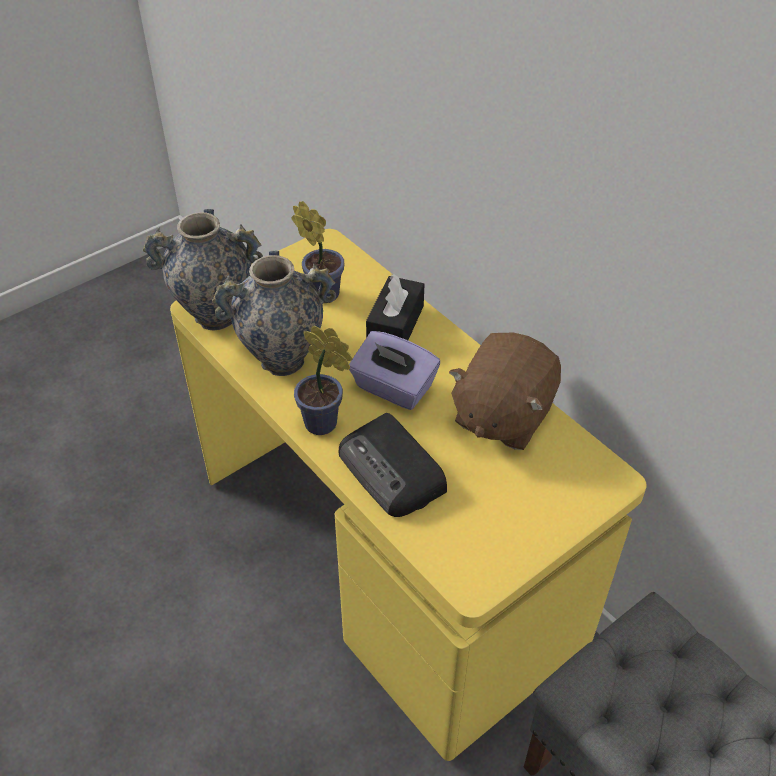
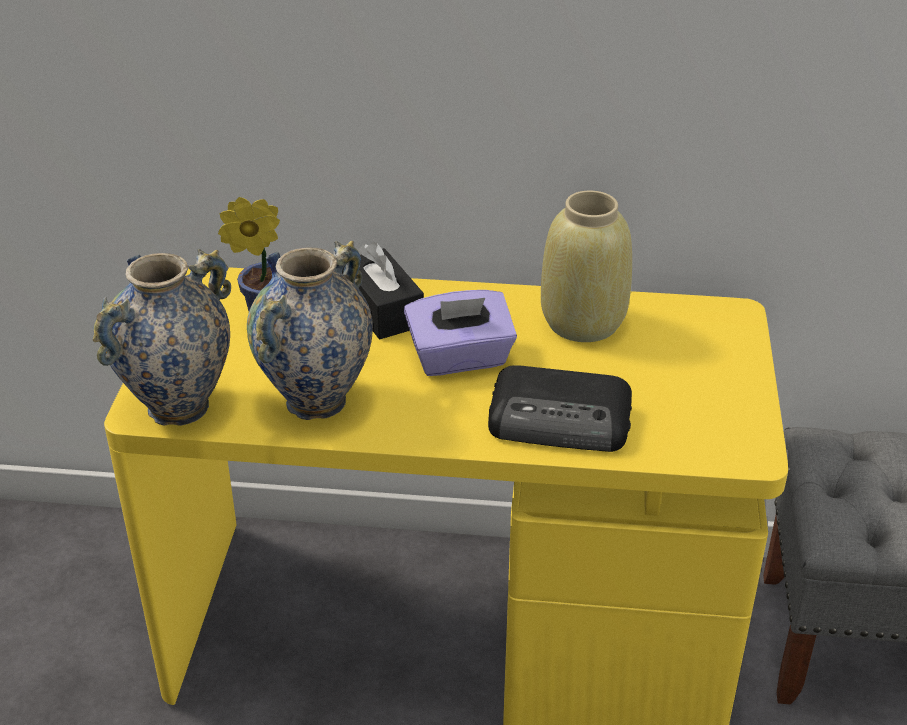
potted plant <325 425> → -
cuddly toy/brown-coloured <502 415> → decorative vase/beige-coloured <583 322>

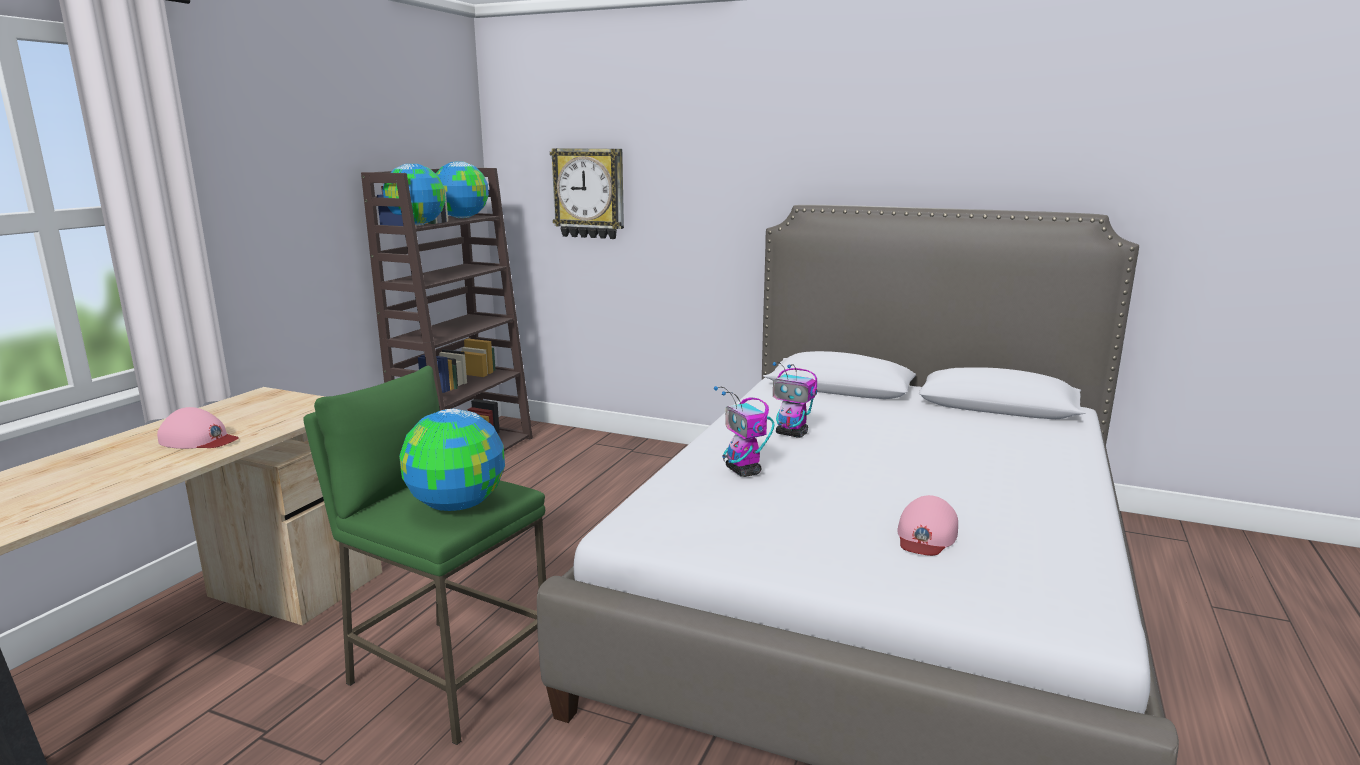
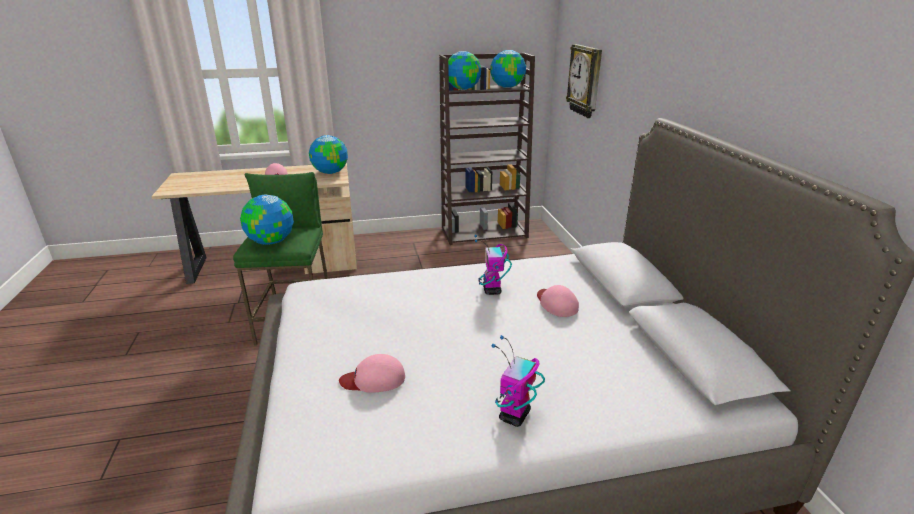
- → world globe <330 172>
- → peaked cap/pinkish <556 303>
toy robot <743 471> → toy robot <514 416>, moved

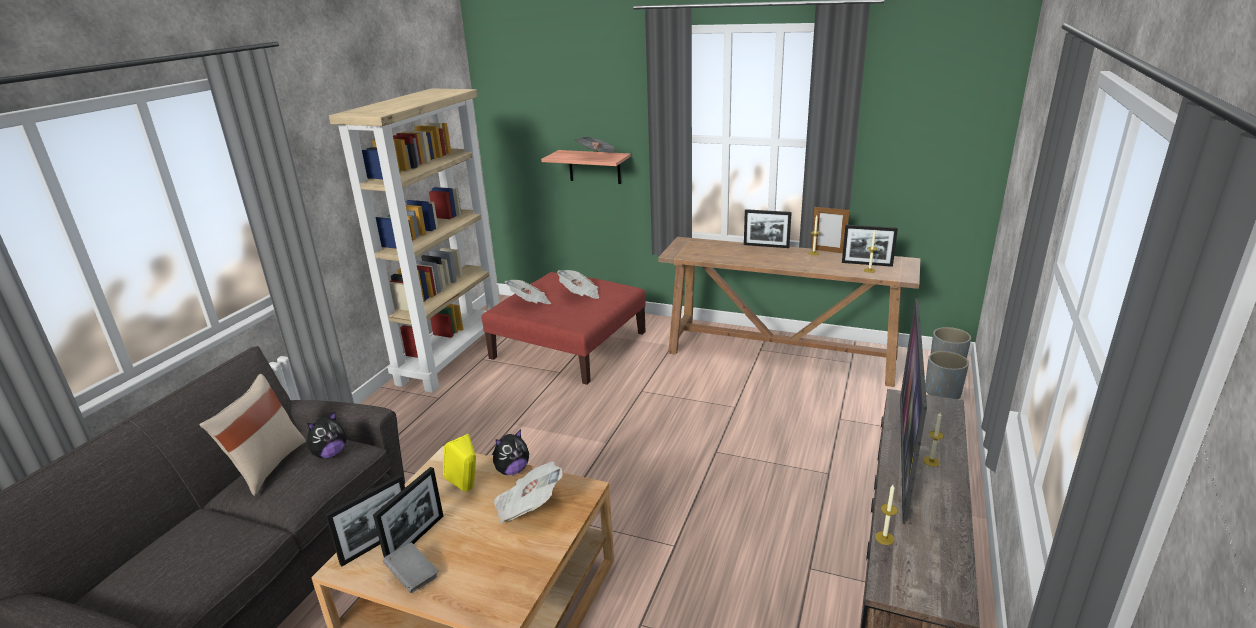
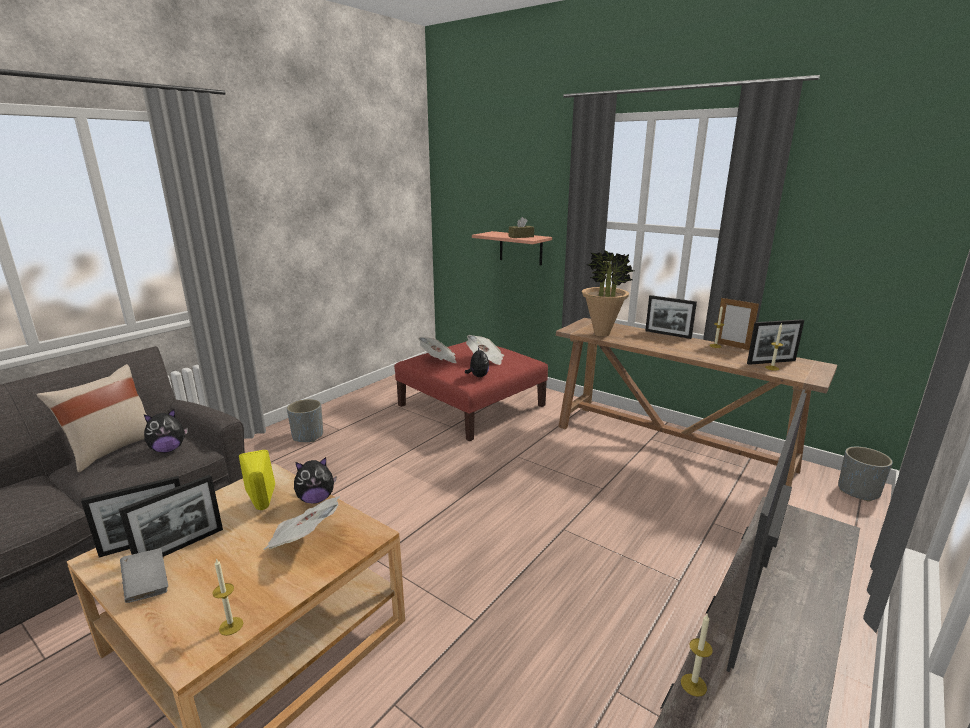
shelving unit/beige-coloured <452 356> → -
- → cuddly toy <478 376>
- → potted plant <602 334>
wax light <931 461> → wax light <231 626>, moved
flower pot/greyish <942 393> → flower pot/greyish <308 436>, moved
daily paper <598 157> → tissue box/brown-coloured <521 236>
standing frame <867 264> → standing frame <771 362>, 45 degrees counterclockwise

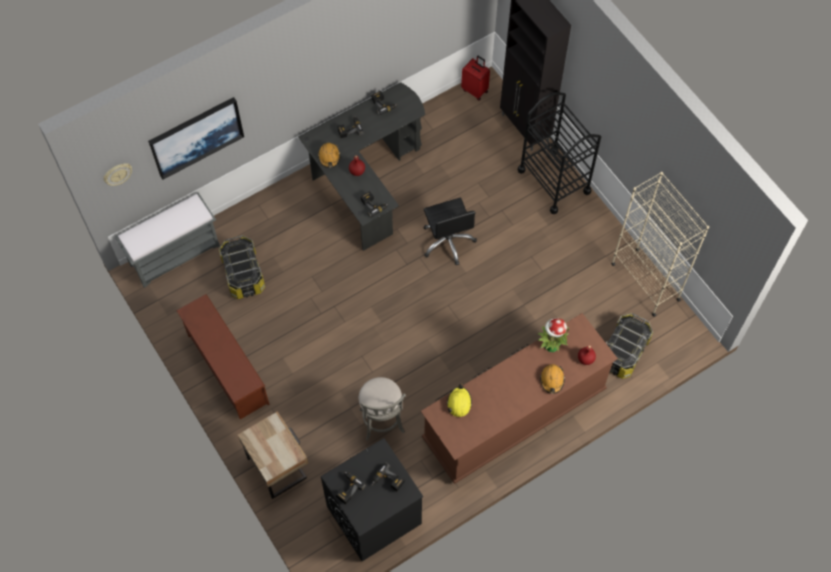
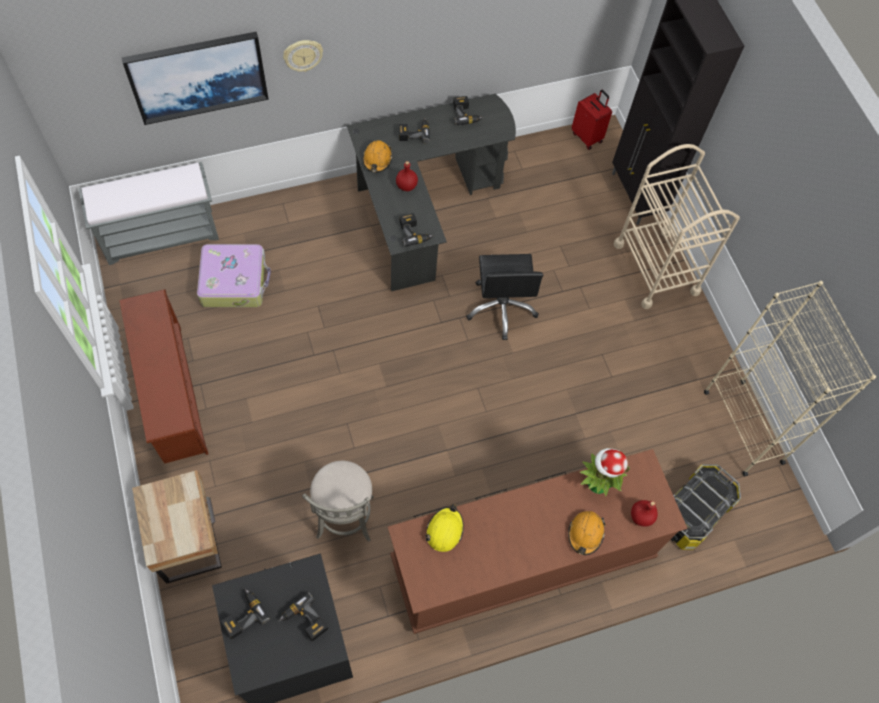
wall clock <117 174> → wall clock <303 55>, moved
storage box <243 274> → piece of luggage <234 281>
cart/blackish <554 181> → cart/beige-coloured <656 268>

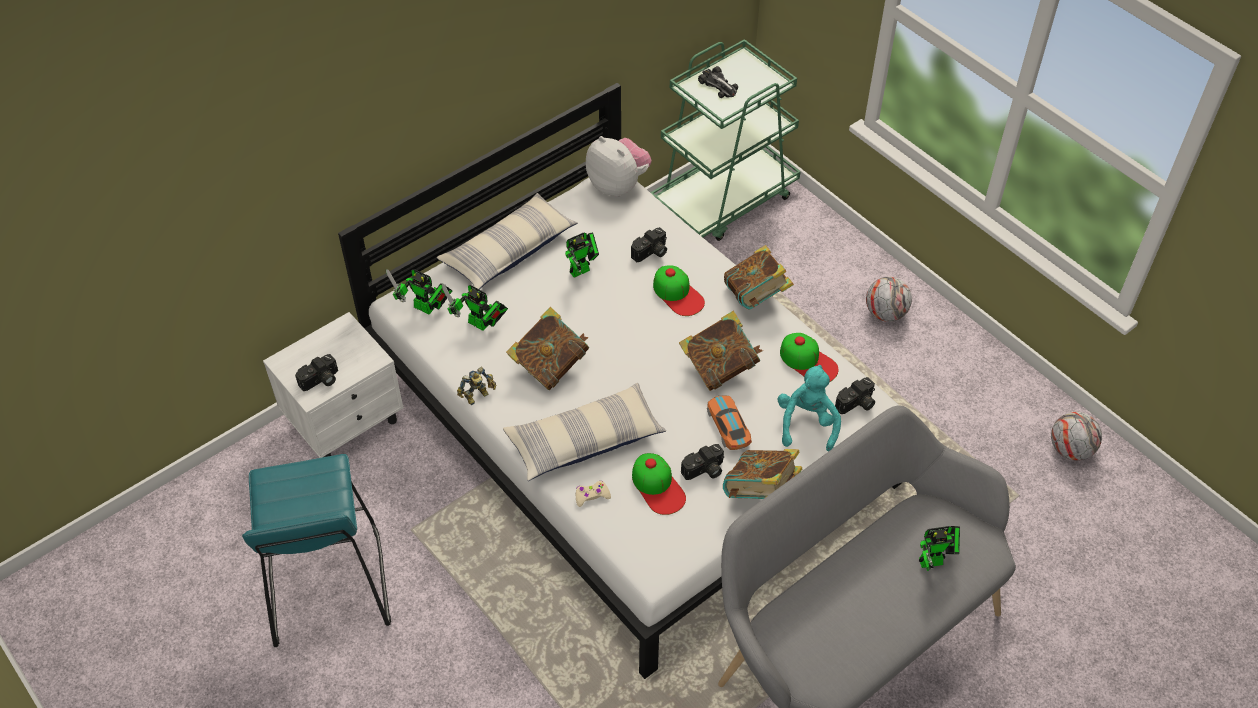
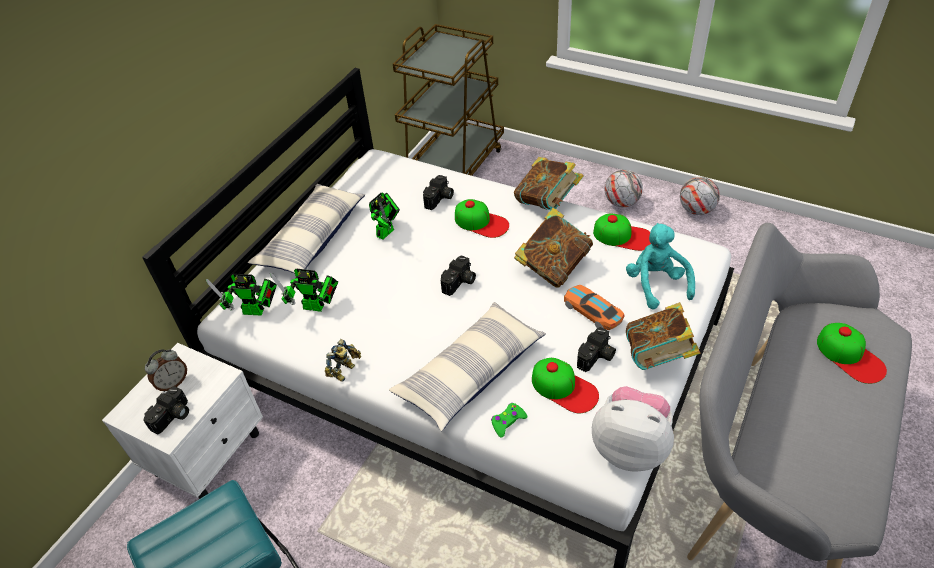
bound book <550 365> → -
miniature car <718 85> → -
- → alarm clock <173 383>
cuddly toy <618 185> → cuddly toy <630 447>, moved
still camera <856 404> → still camera <460 283>, moved
football <1070 449> → football <696 210>, moved
toy robot <934 561> → peaked cap <850 356>
gamepad/beige-coloured <591 496> → gamepad/greenish <507 422>
cart/greenish <725 199> → cart/brown-coloured <453 166>

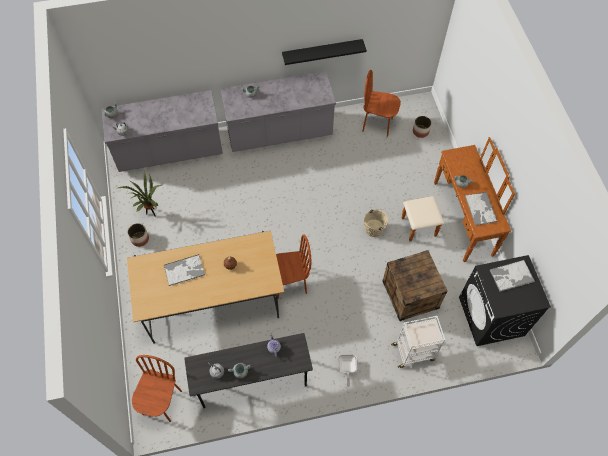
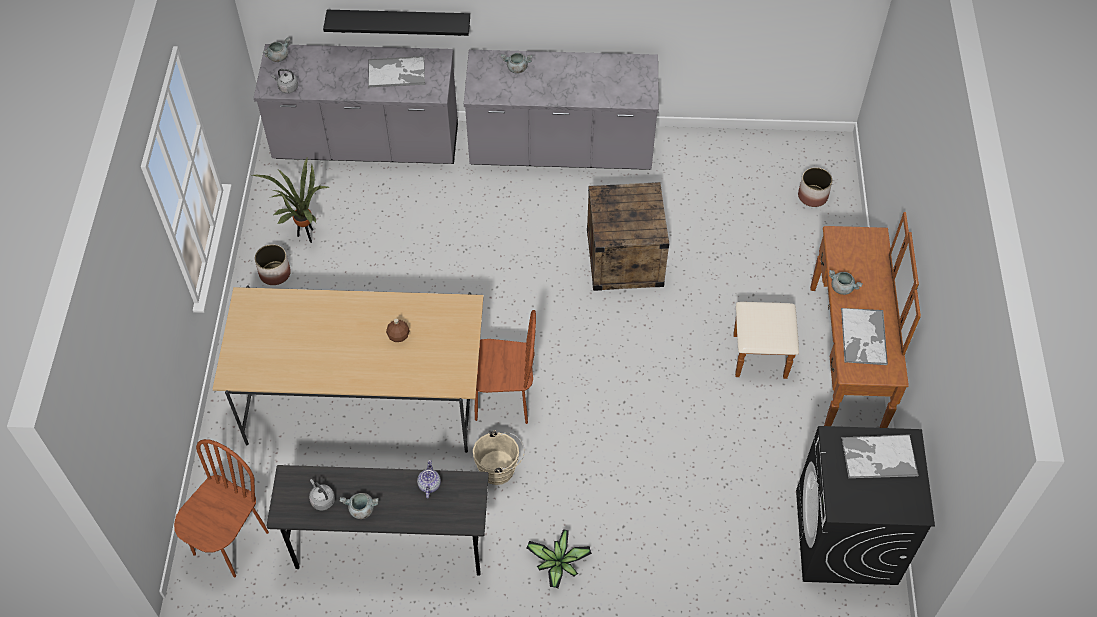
upright chair/brown-coloured <377 124> → -
cart/whitish <414 352> → -
tray <184 270> → tray <397 72>, moved
bracket shelf/blackish <322 51> → bracket shelf/blackish <399 22>, moved
pail/beige-coloured <375 229> → pail/beige-coloured <500 469>, moved
packing crate <410 294> → packing crate <624 258>, moved
frying pan <346 368> → potted plant <558 563>

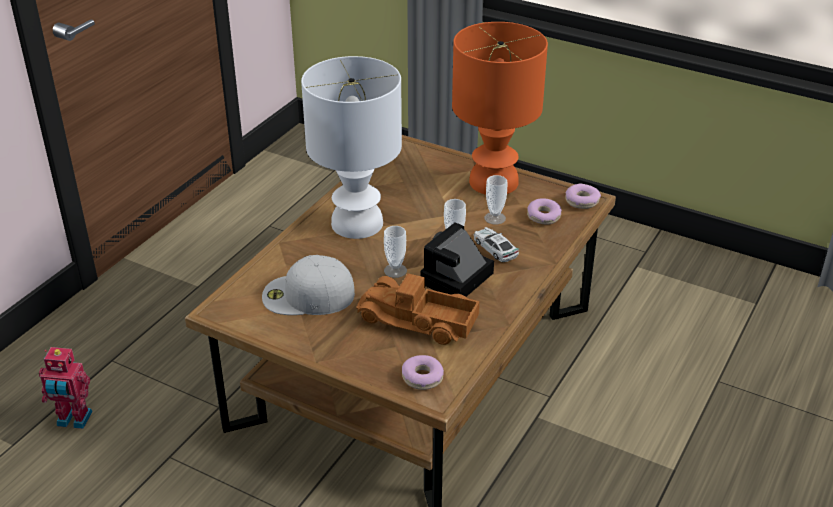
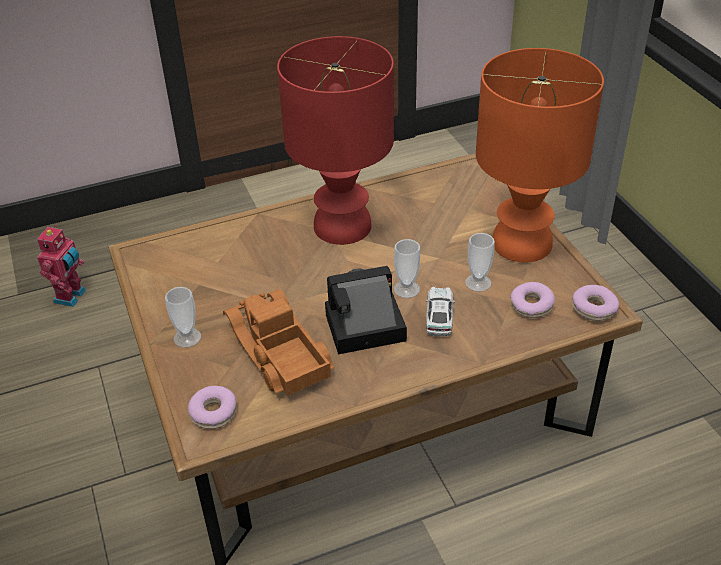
peaked cap/whitish <307 295> → -
small cup <395 270> → small cup <187 337>, moved
lamp for a table/whitish <356 223> → lamp for a table/red-coloured <342 225>
toy robot <73 420> → toy robot <71 297>, 120 degrees counterclockwise

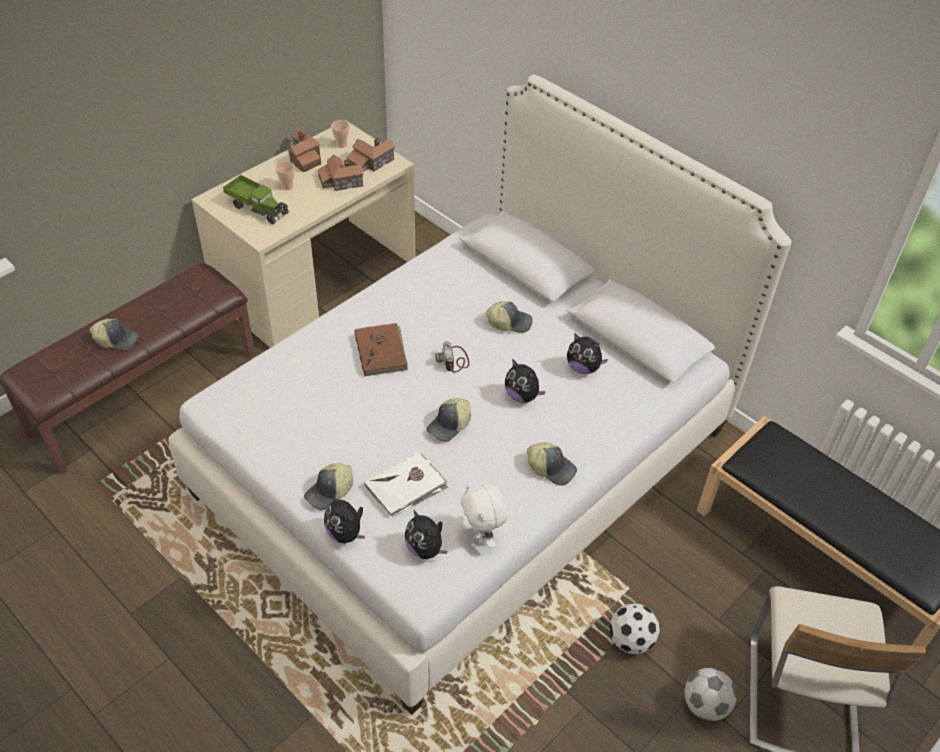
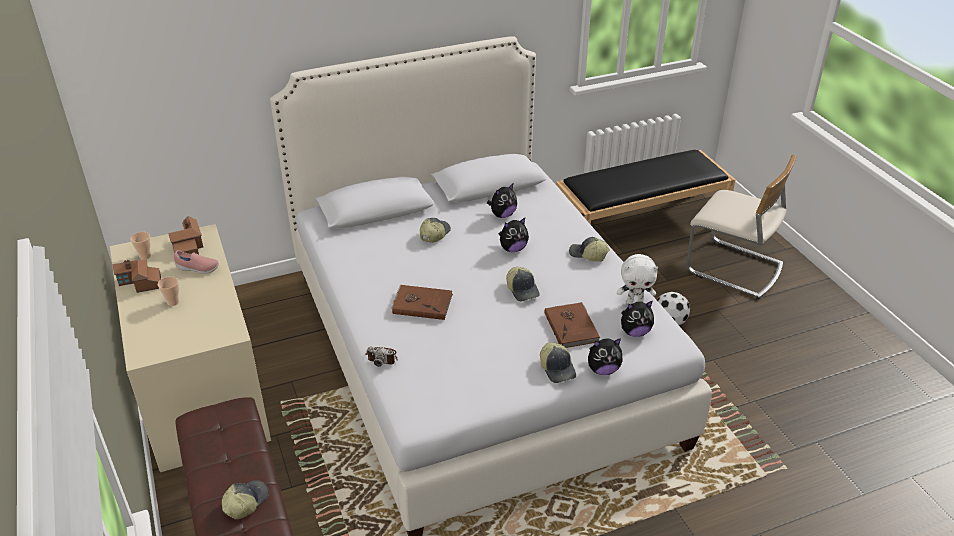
toy truck <258 207> → -
football <705 705> → -
still camera <454 360> → still camera <382 357>, moved
miniature house <340 181> → low shoe/pinkish <197 269>
bound book/whitish <406 487> → bound book/brown-coloured <572 327>
peaked cap <551 468> → peaked cap <588 255>, 120 degrees counterclockwise

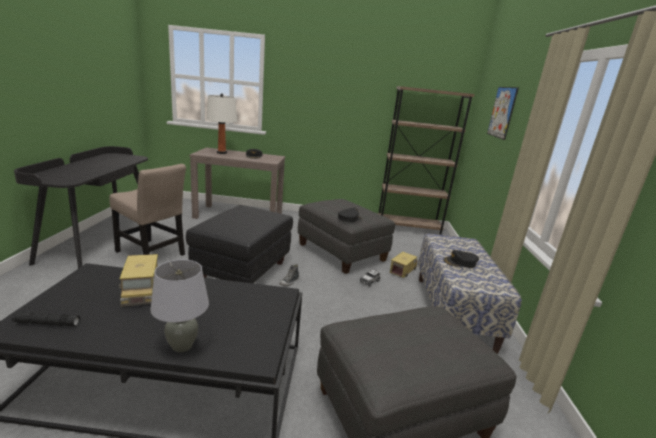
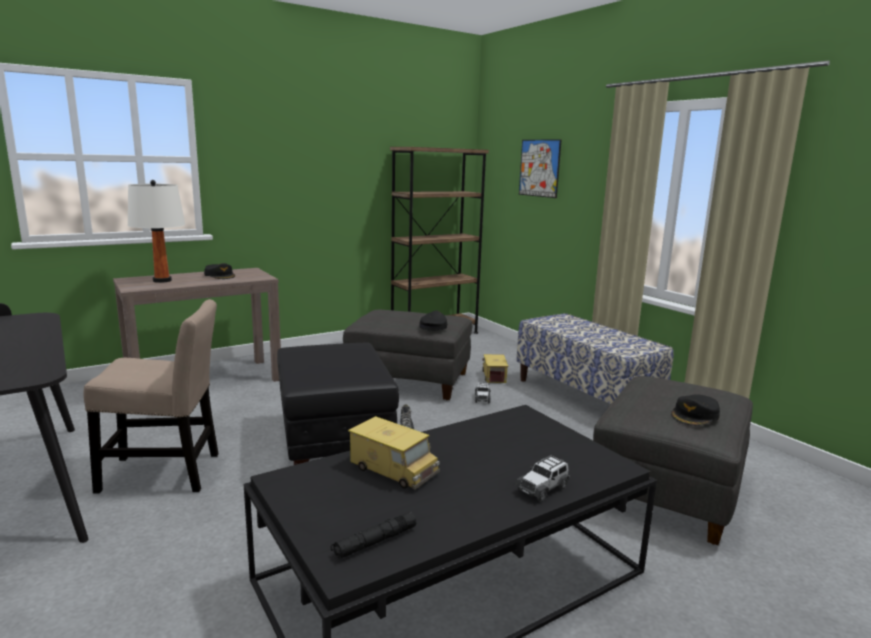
peaked cap/blackish <460 262> → peaked cap/blackish <695 415>, moved
lamp for a table/greyish <182 346> → miniature car <543 488>

